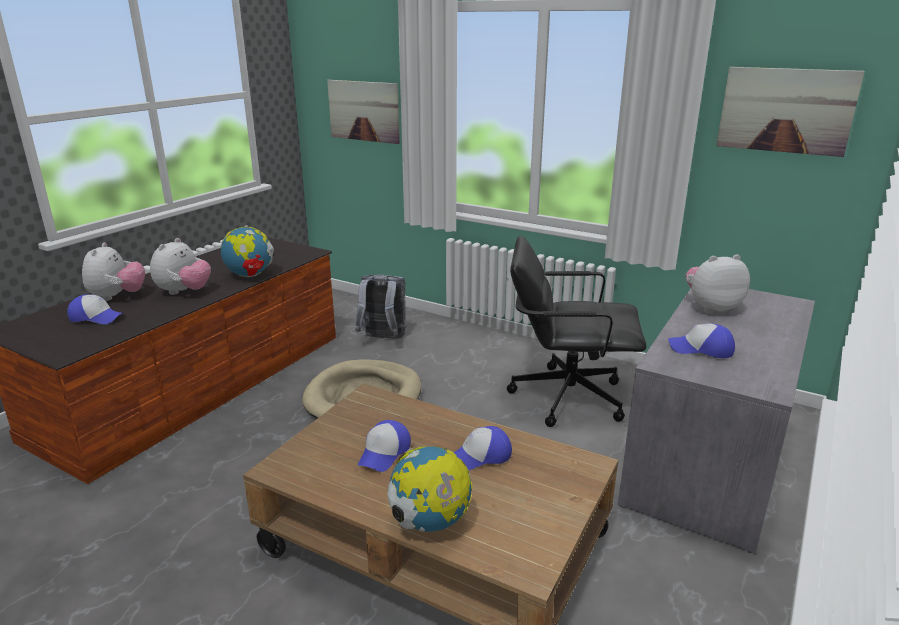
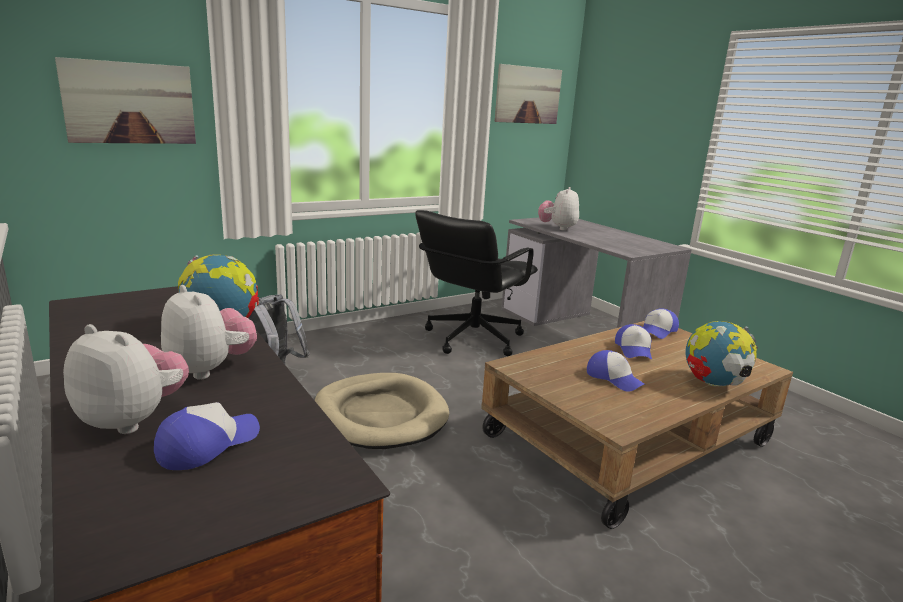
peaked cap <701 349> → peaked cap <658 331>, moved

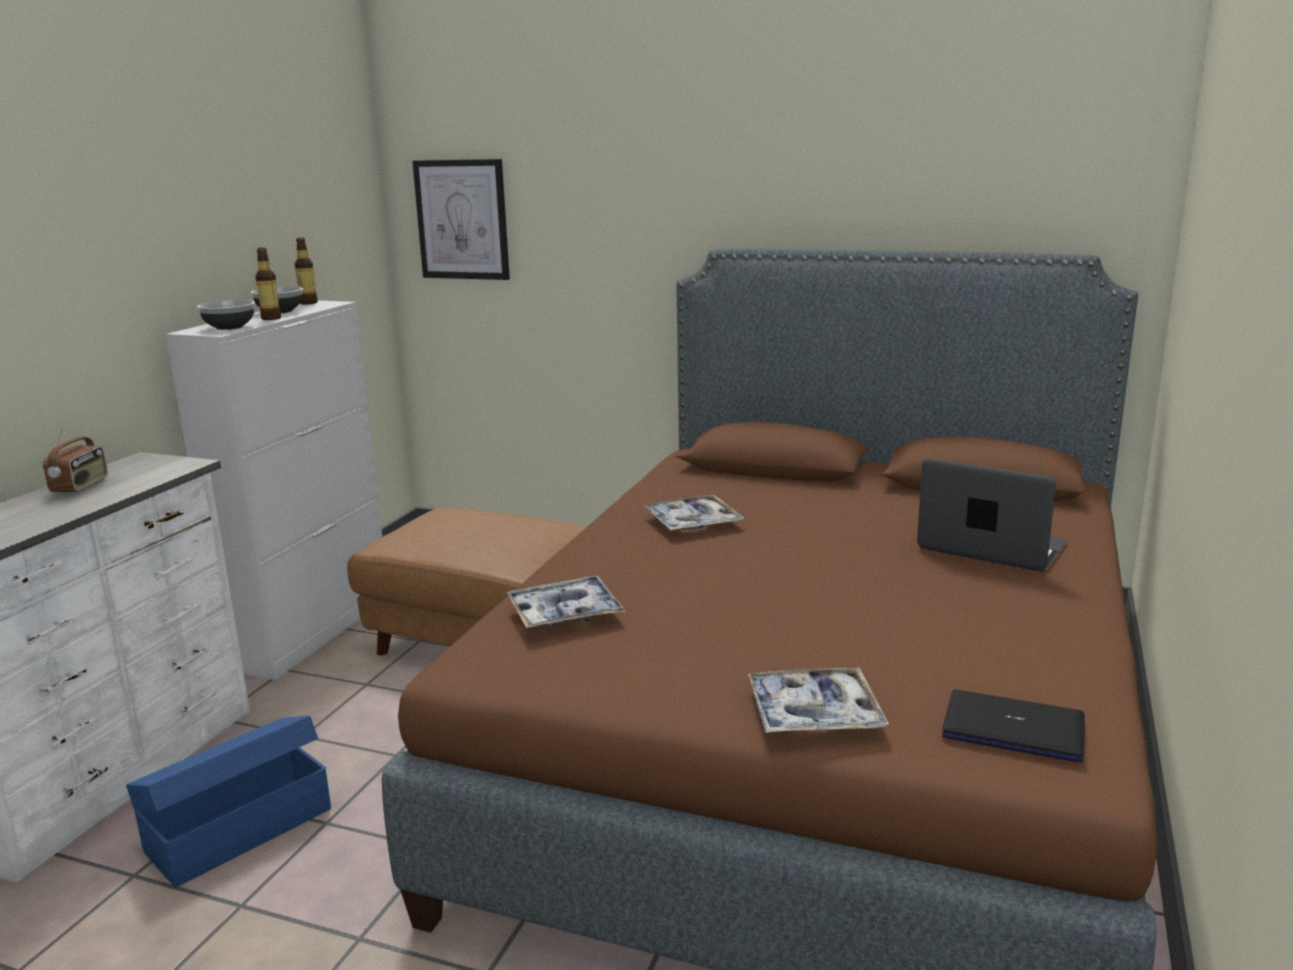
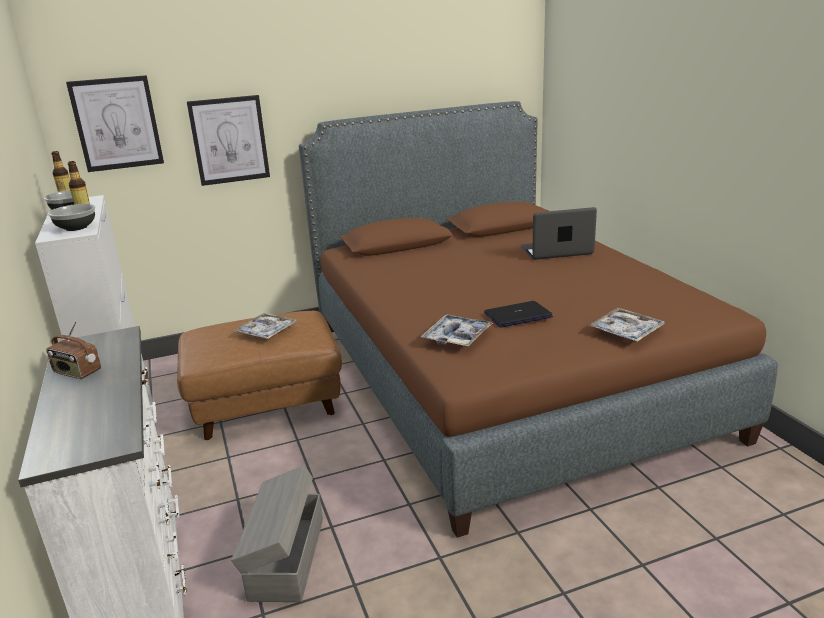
- → wall art <229 140>
tray <692 523> → tray <266 331>, moved
portable computer <1014 728> → portable computer <518 315>, moved
storage box/blue-coloured <237 829> → storage box/greyish <285 558>
radio receiver <80 486> → radio receiver <77 372>, 150 degrees clockwise

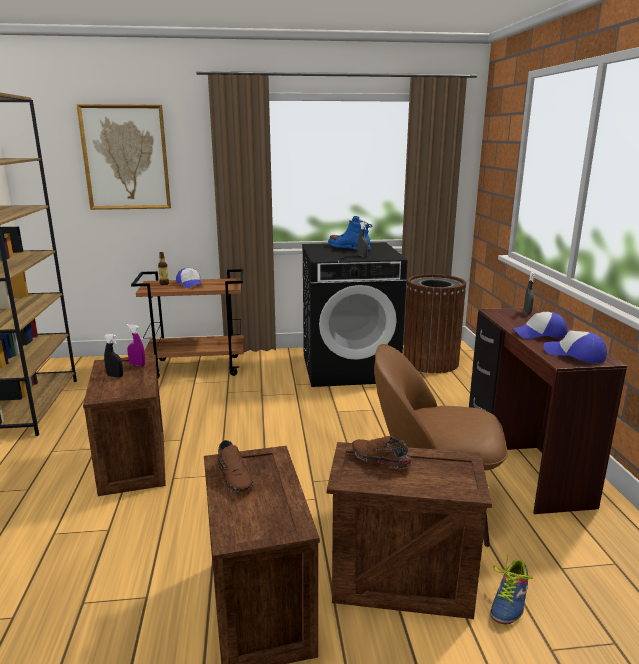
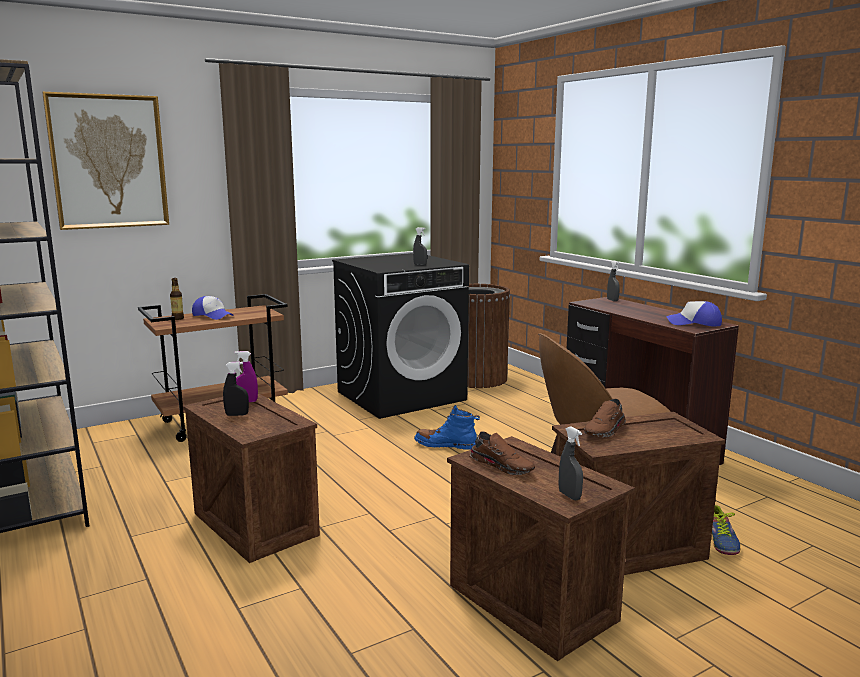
peaked cap <540 334> → -
- → spray bottle/greyish <569 496>
boot/blue-coloured <349 248> → boot/blue-coloured <446 445>, moved
low shoe/brown-coloured <379 460> → low shoe/brown-coloured <606 430>, 60 degrees counterclockwise

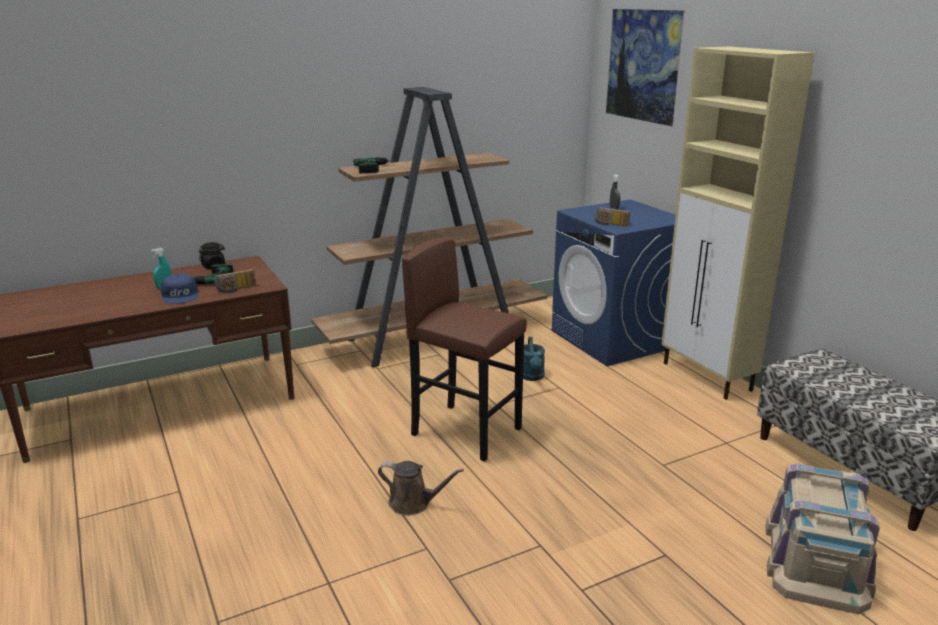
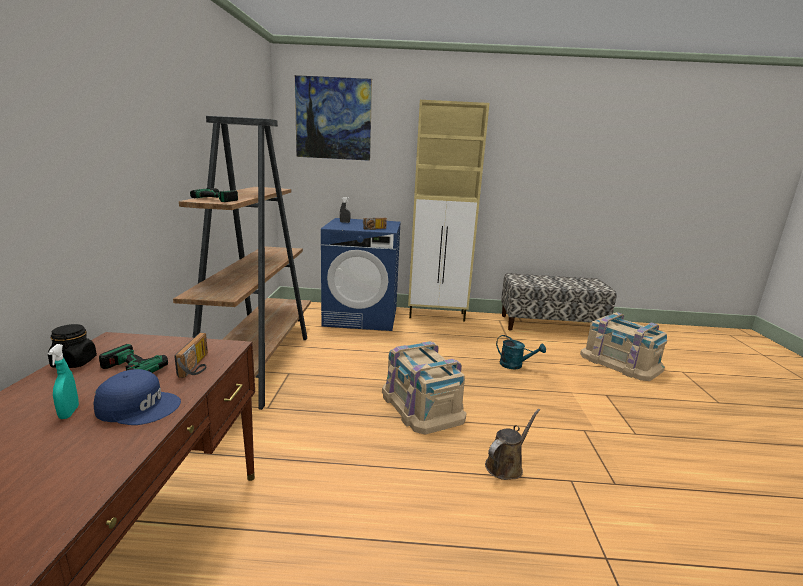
watering can/turquoise <532 377> → watering can/turquoise <515 365>, moved
stool/brown-coloured <466 431> → storage box/beige-coloured <421 405>

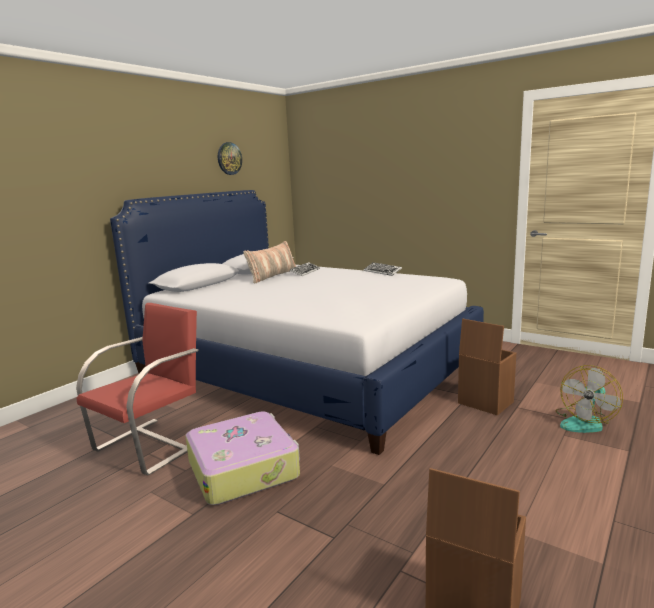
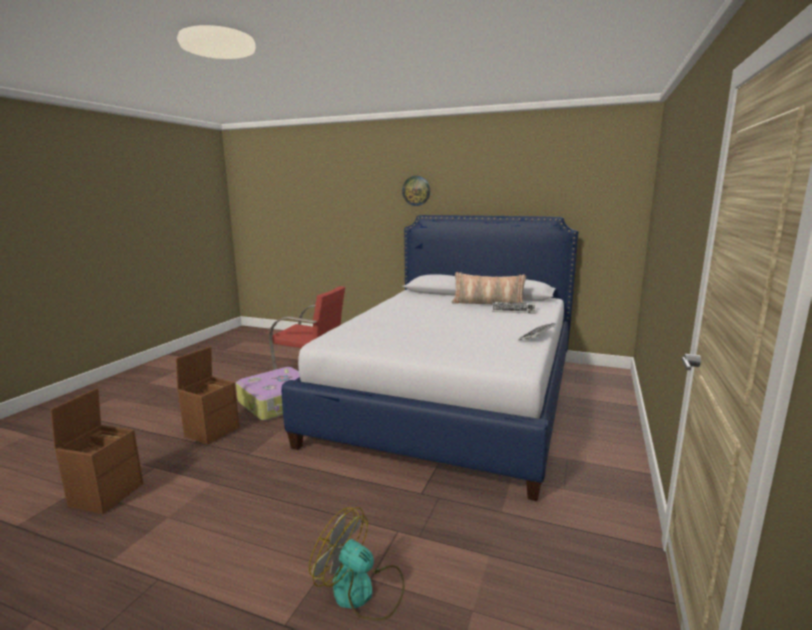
wall clock <229 158> → wall clock <416 190>, moved
storage box/brown-coloured <484 402> → storage box/brown-coloured <212 431>, moved

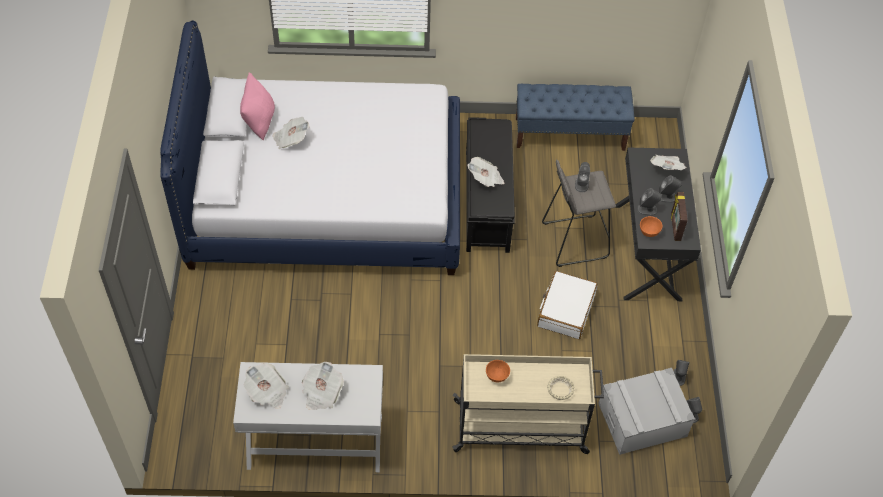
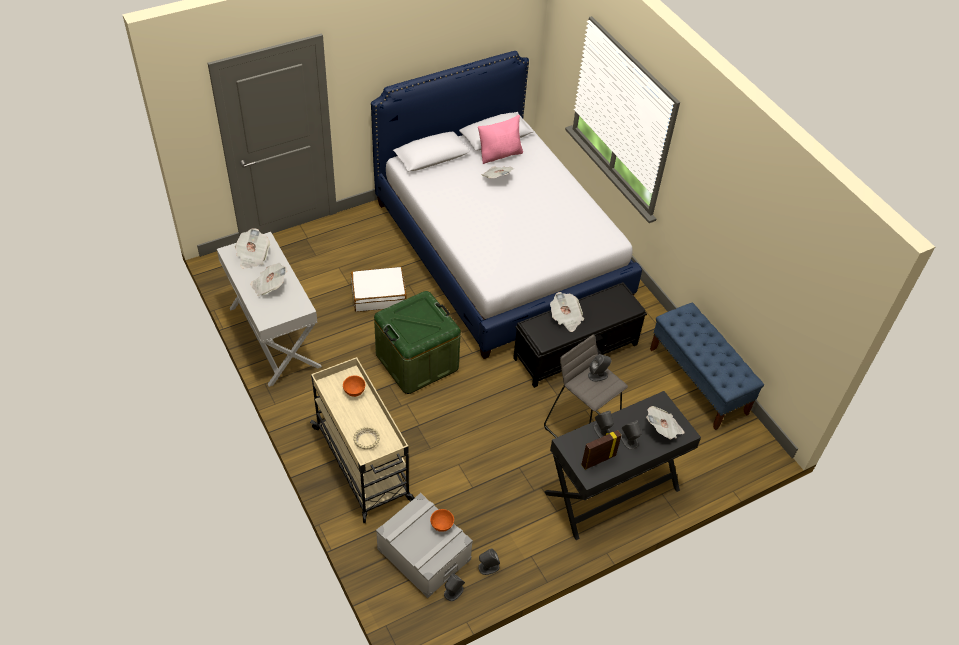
- → storage box/greenish <417 361>
piece of luggage/whitish <565 310> → piece of luggage/whitish <378 295>, moved
deep dish/orangey <649 232> → deep dish/orangey <442 525>, moved

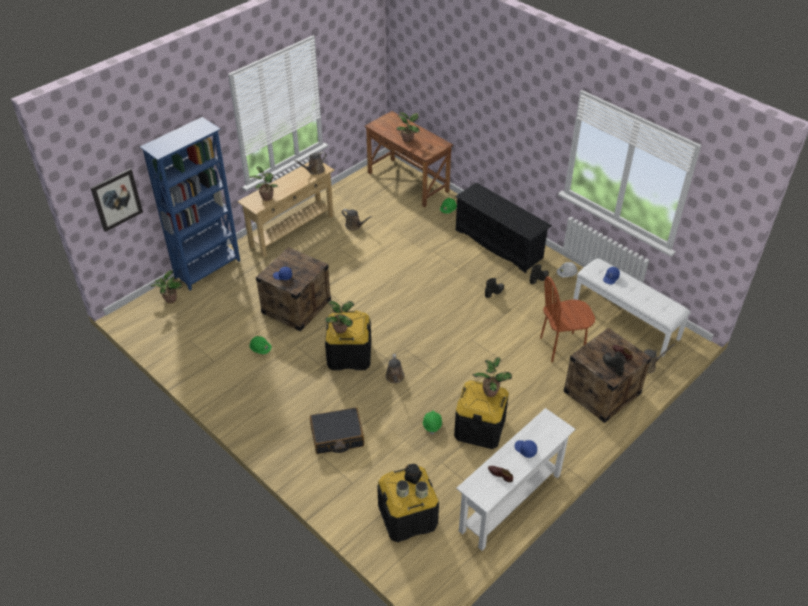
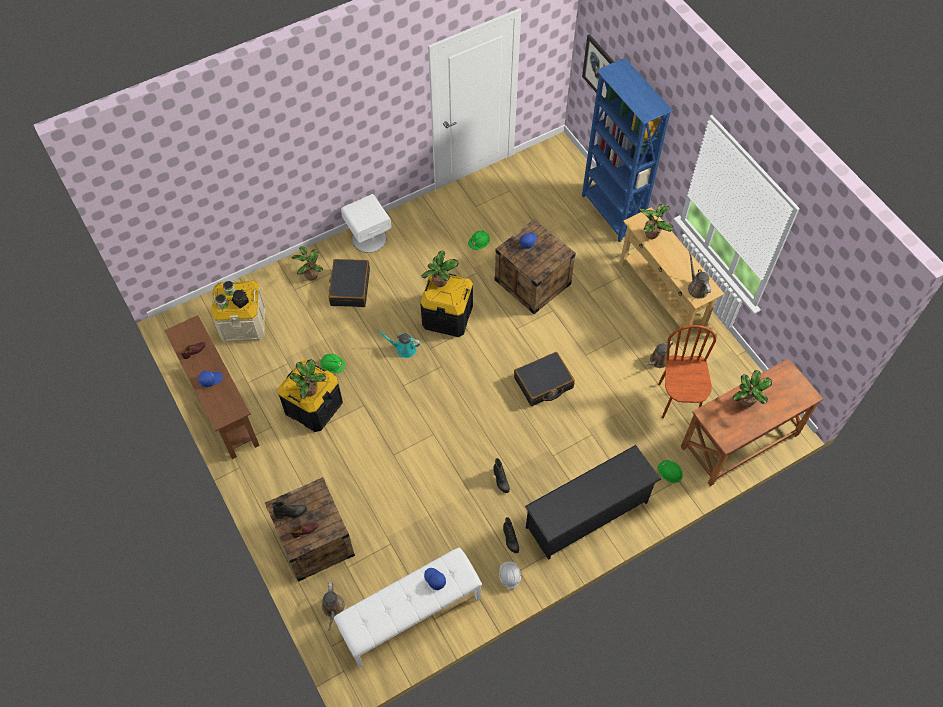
- → nightstand/whitish <369 238>
- → piece of luggage/blackish <543 383>
potted plant <170 300> → potted plant <311 275>, moved
upright chair/brown-coloured <562 346> → upright chair/brown-coloured <678 401>, moved
storage box/blackish <407 517> → storage box/beige-coloured <243 323>
watering can/brown-coloured <395 377> → watering can/turquoise <403 349>
narrow table/whitish <511 503> → narrow table/brown-coloured <221 407>

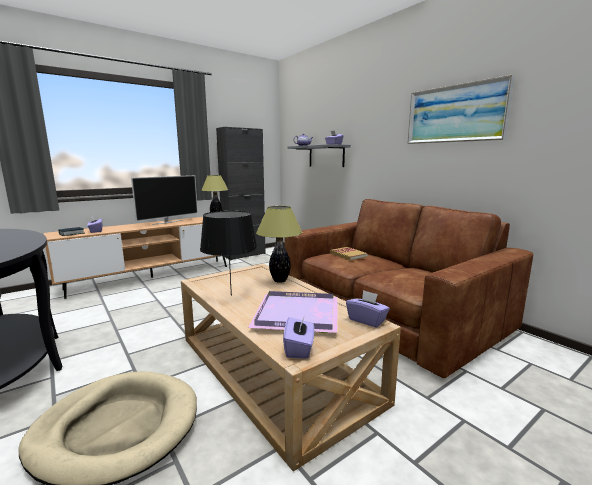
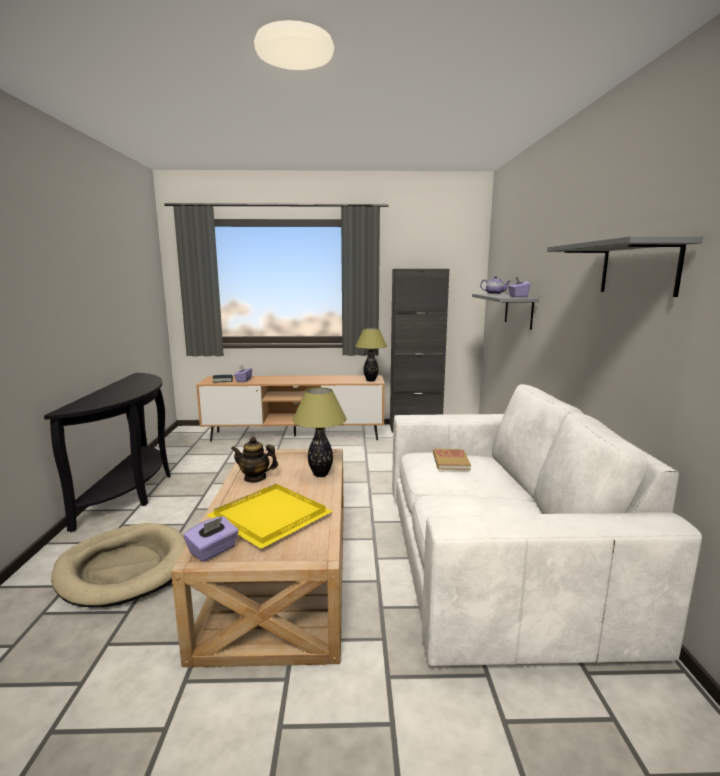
TV <168 222> → -
tissue box/purple <367 320> → -
lamp for a table/blackish <231 295> → teapot <255 478>
wall art <455 114> → bracket shelf/greyish <638 268>
tray/purple <298 315> → tray/yellow <270 518>
settee/brown-coloured <389 312> → settee/whitish <496 558>

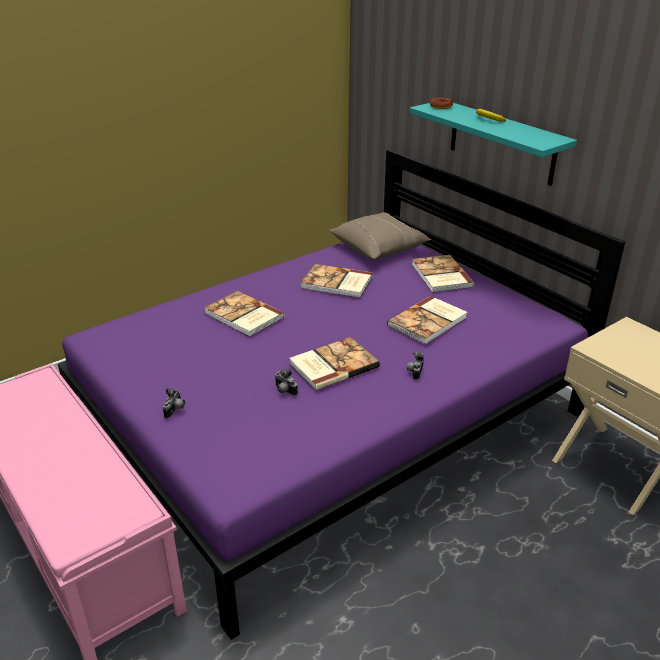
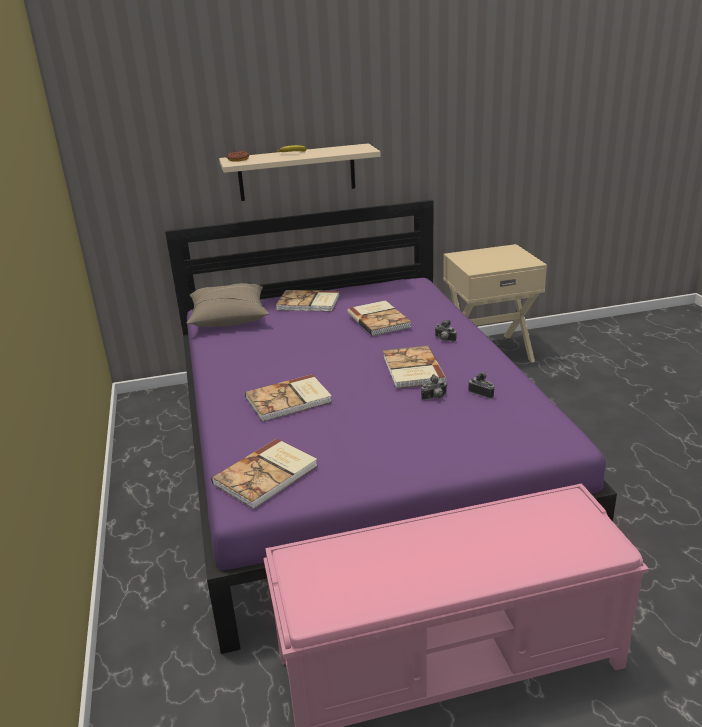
still camera <175 410> → still camera <482 393>, moved
bound book <337 283> → bound book <268 475>, moved
bracket shelf/turquoise <501 142> → bracket shelf/beige-coloured <297 172>

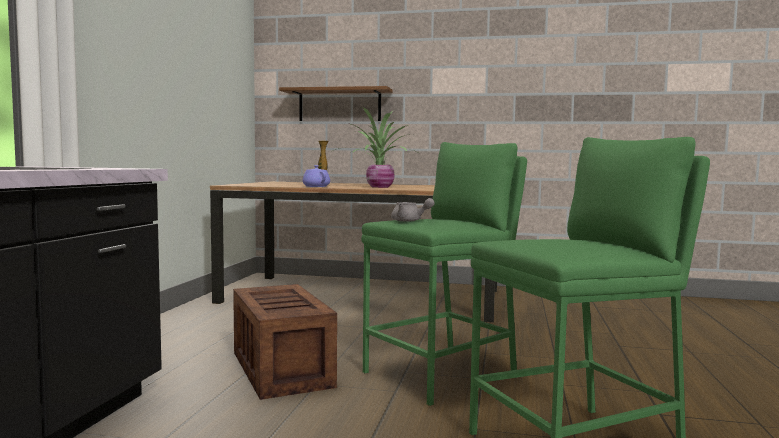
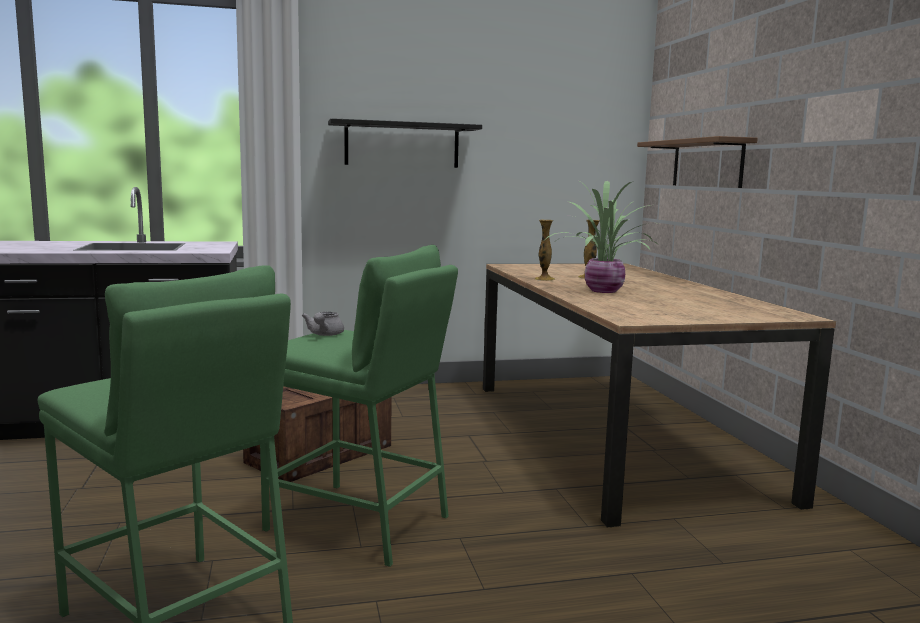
- → bracket shelf/blackish <402 145>
teapot/purple <316 186> → decorative vase <544 279>

